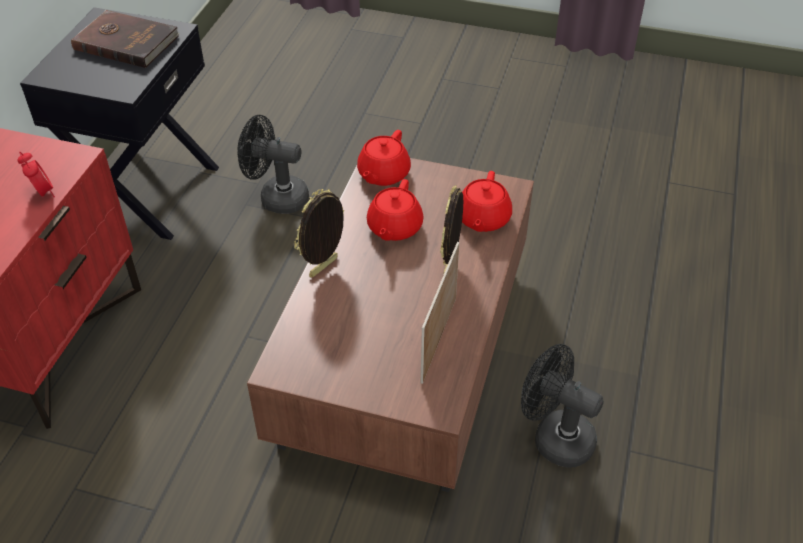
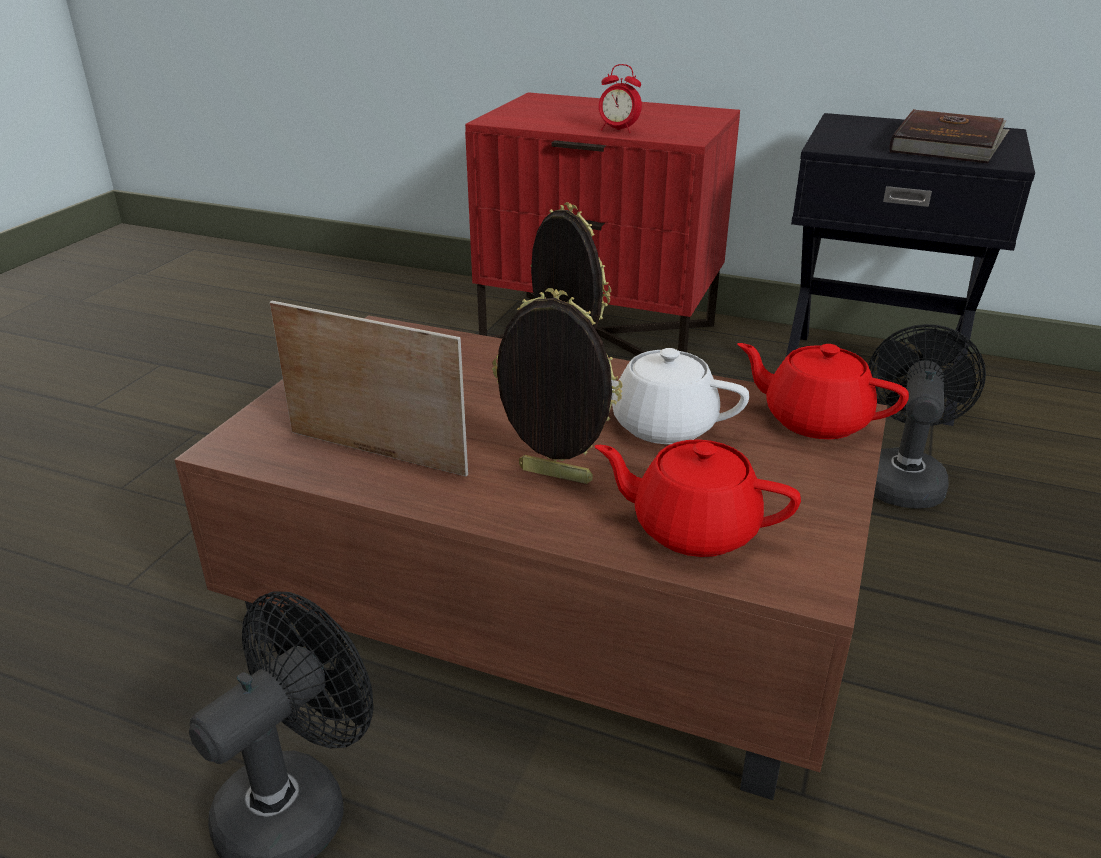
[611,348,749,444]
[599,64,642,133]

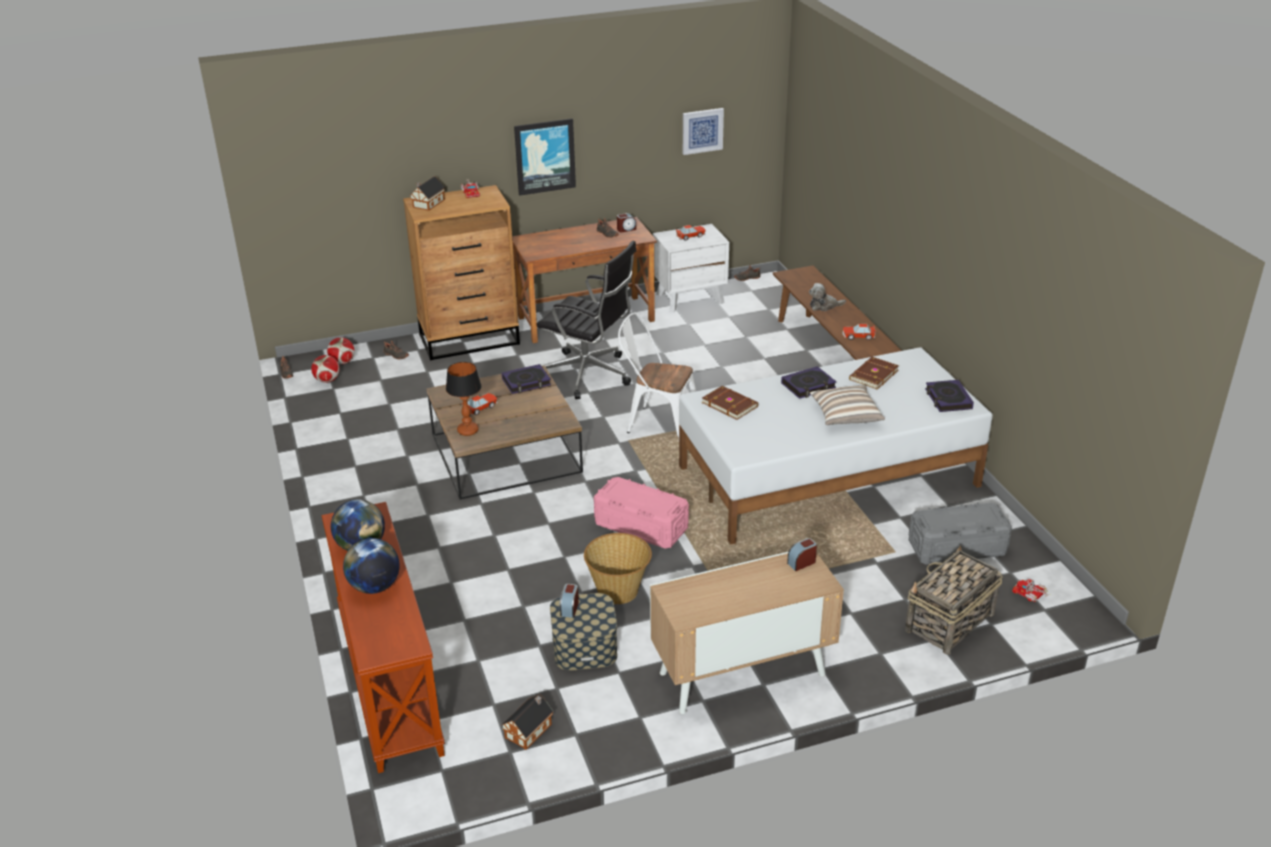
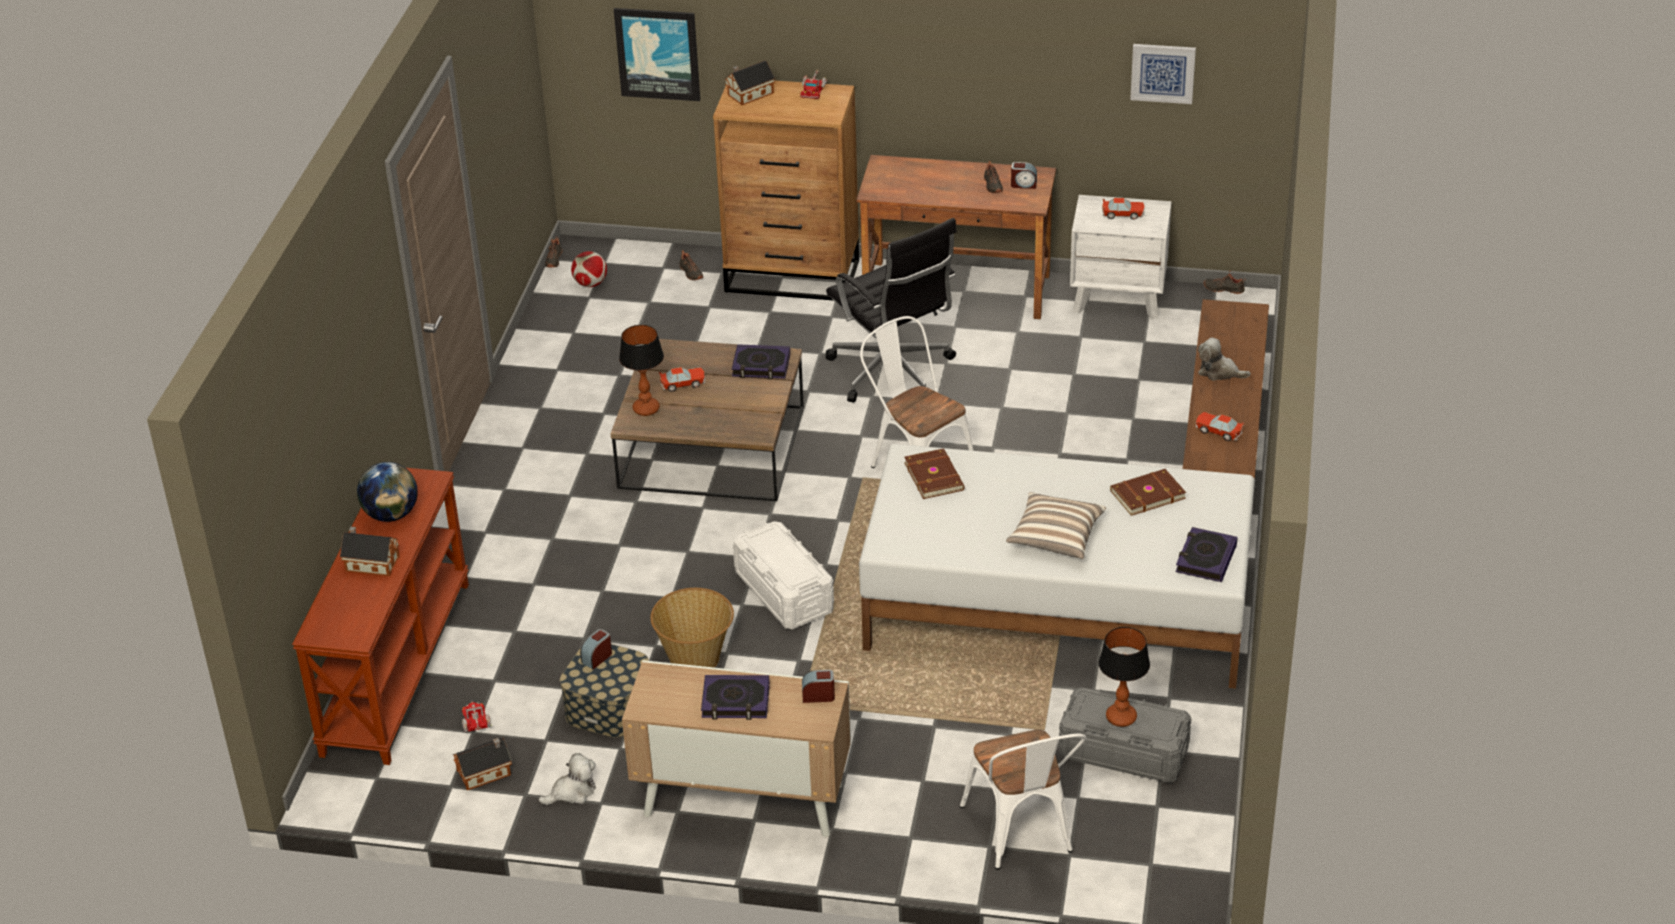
[327,338,355,364] (first image)
[538,753,596,805]
[1099,627,1150,727]
[614,8,700,101]
[701,675,770,720]
[462,701,491,732]
[340,527,400,576]
[960,729,1086,870]
[733,521,834,629]

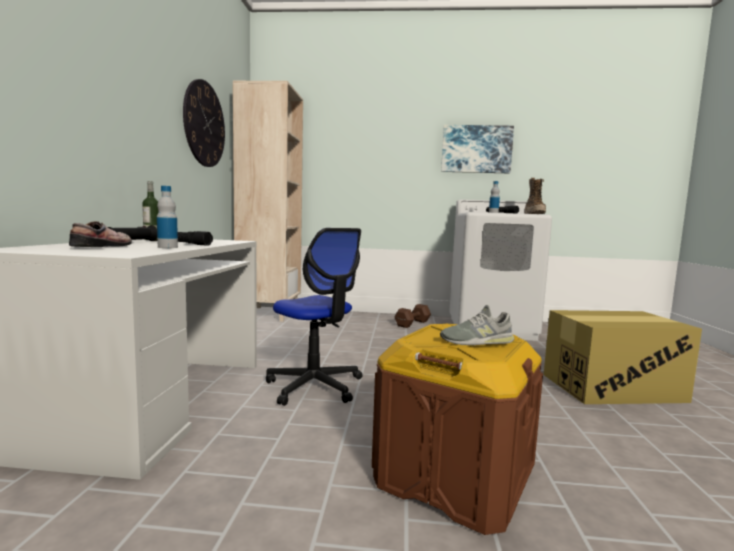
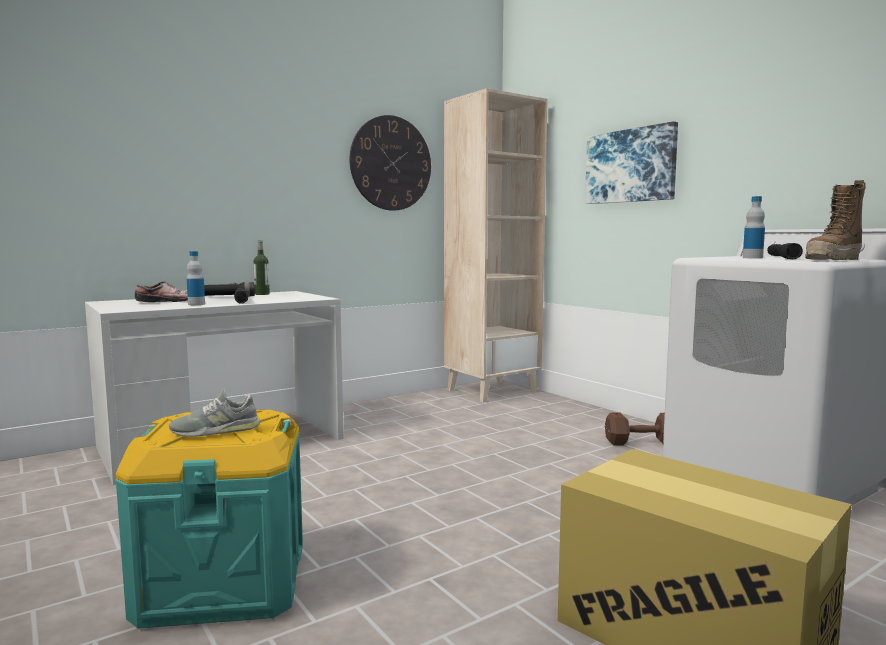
[266,228,363,406] (first image)
[585,121,678,204]
[115,410,303,629]
[169,388,261,437]

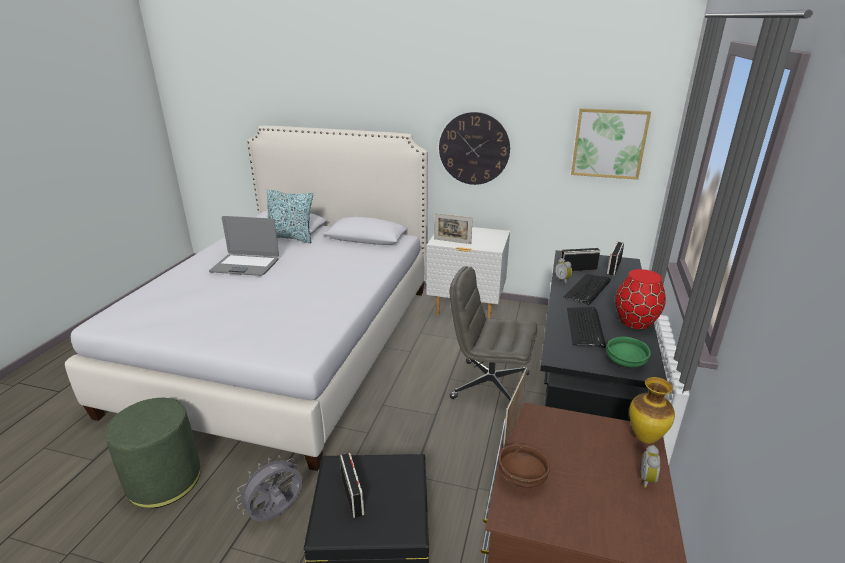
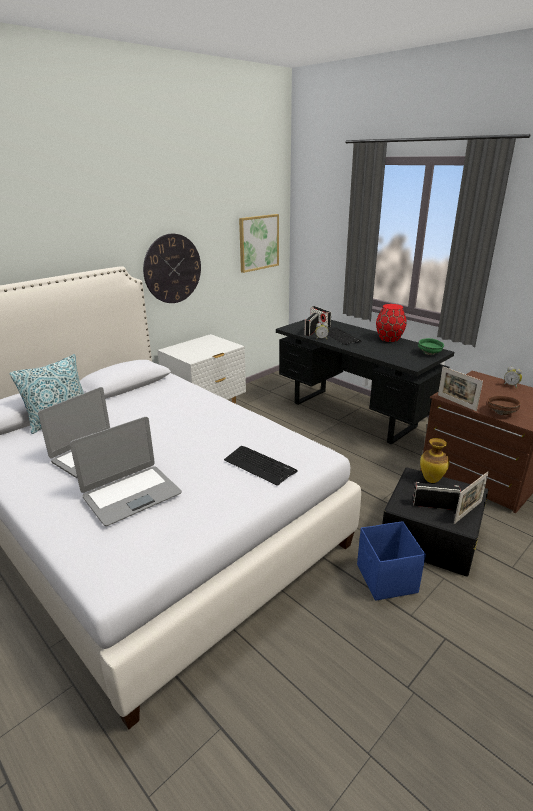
[105,398,200,508] (first image)
[450,266,537,400] (first image)
[70,417,182,526]
[454,472,489,524]
[224,446,298,486]
[420,438,449,483]
[357,521,426,601]

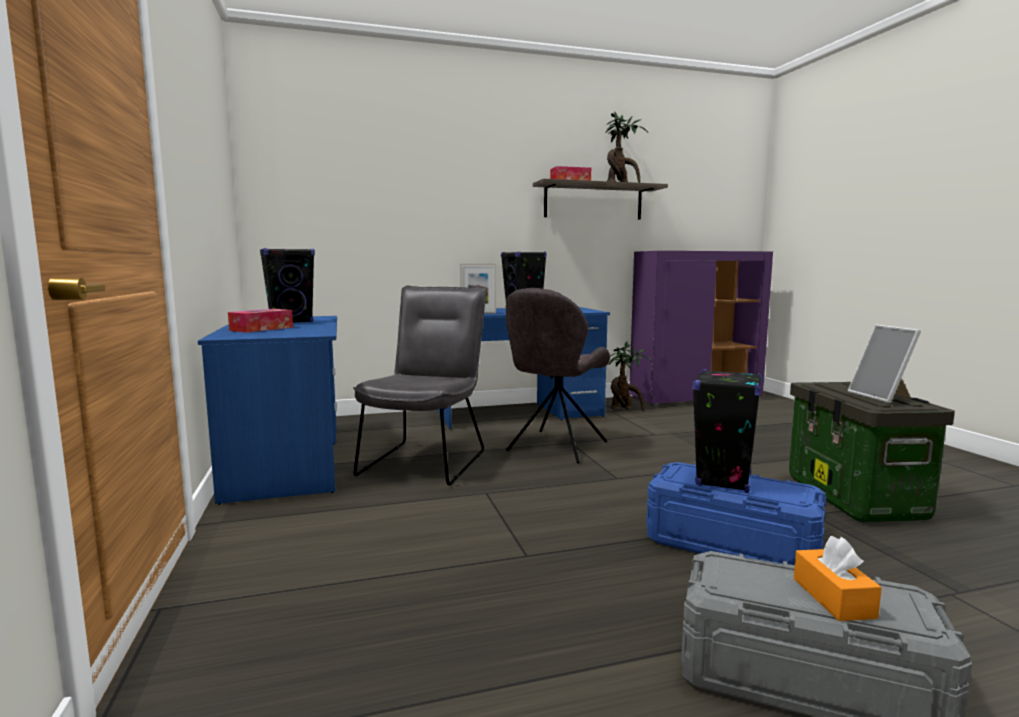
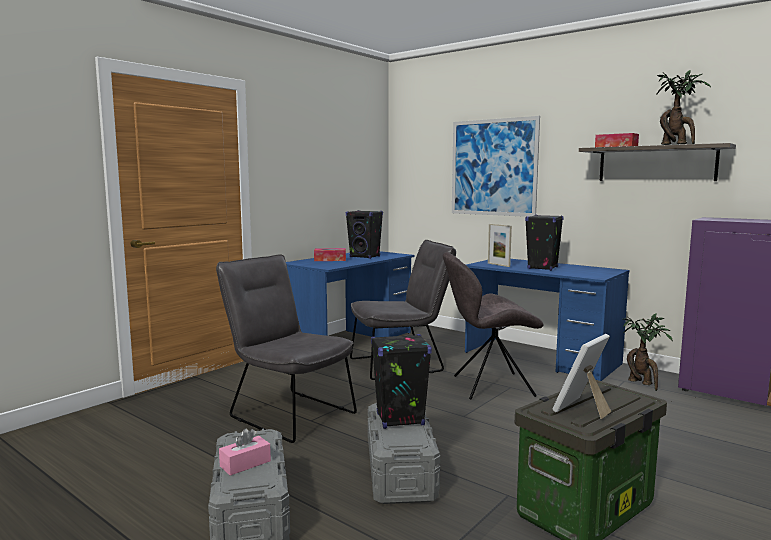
[216,254,357,443]
[452,116,540,217]
[368,403,440,504]
[219,429,271,476]

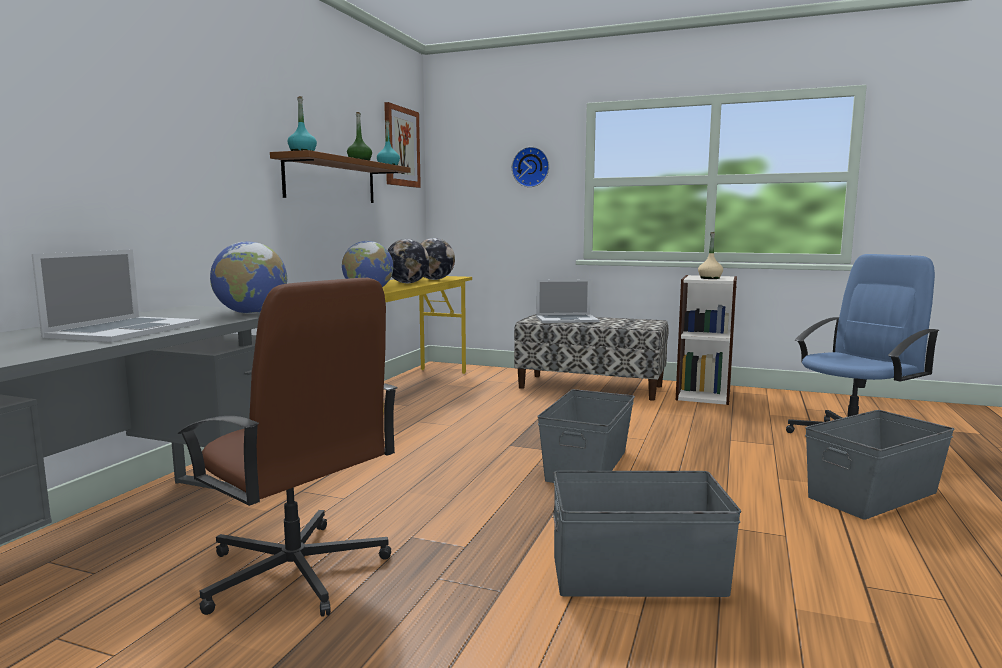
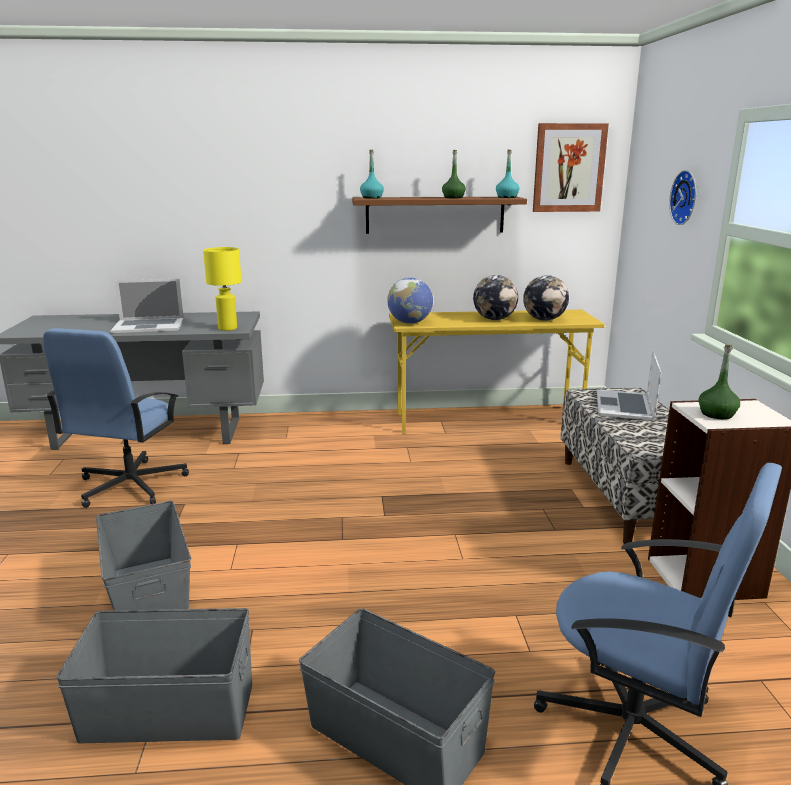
[56,608,252,743]
[203,247,242,331]
[43,328,189,508]
[699,345,740,419]
[597,351,662,420]

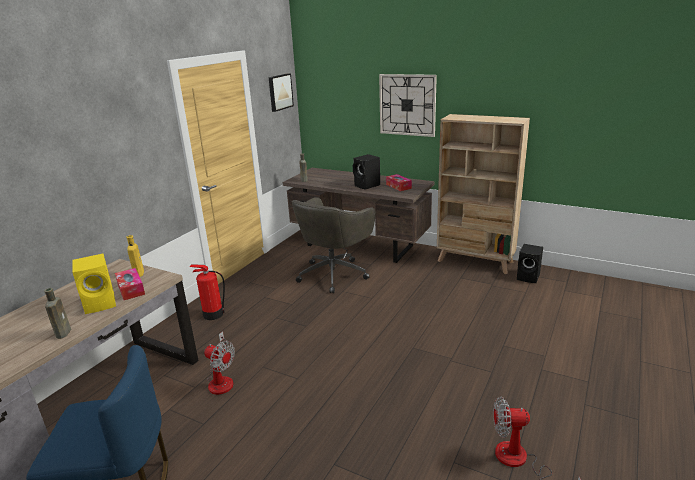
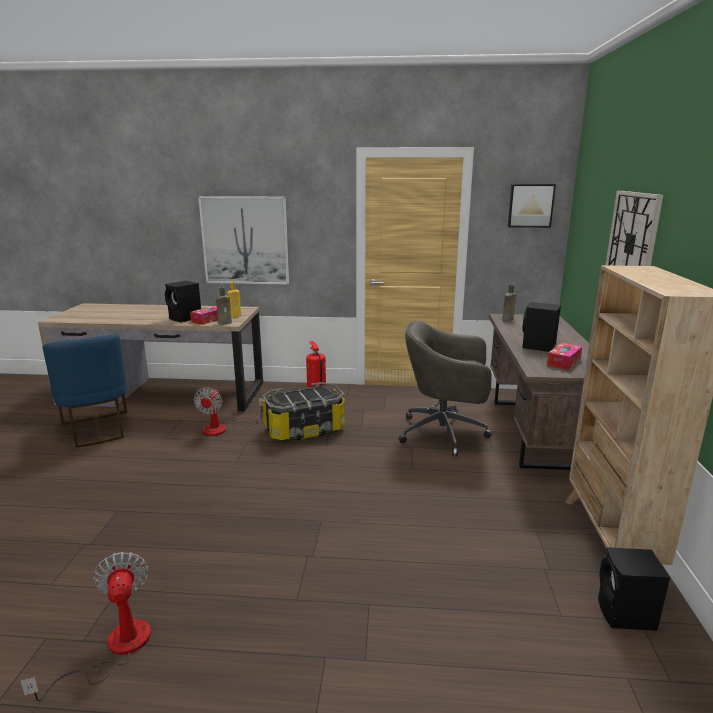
[198,196,289,284]
[263,382,345,442]
[216,287,232,325]
[165,281,201,322]

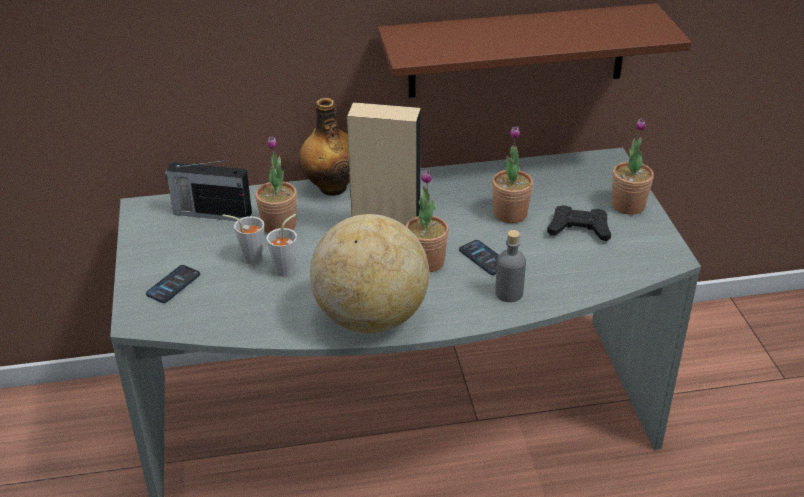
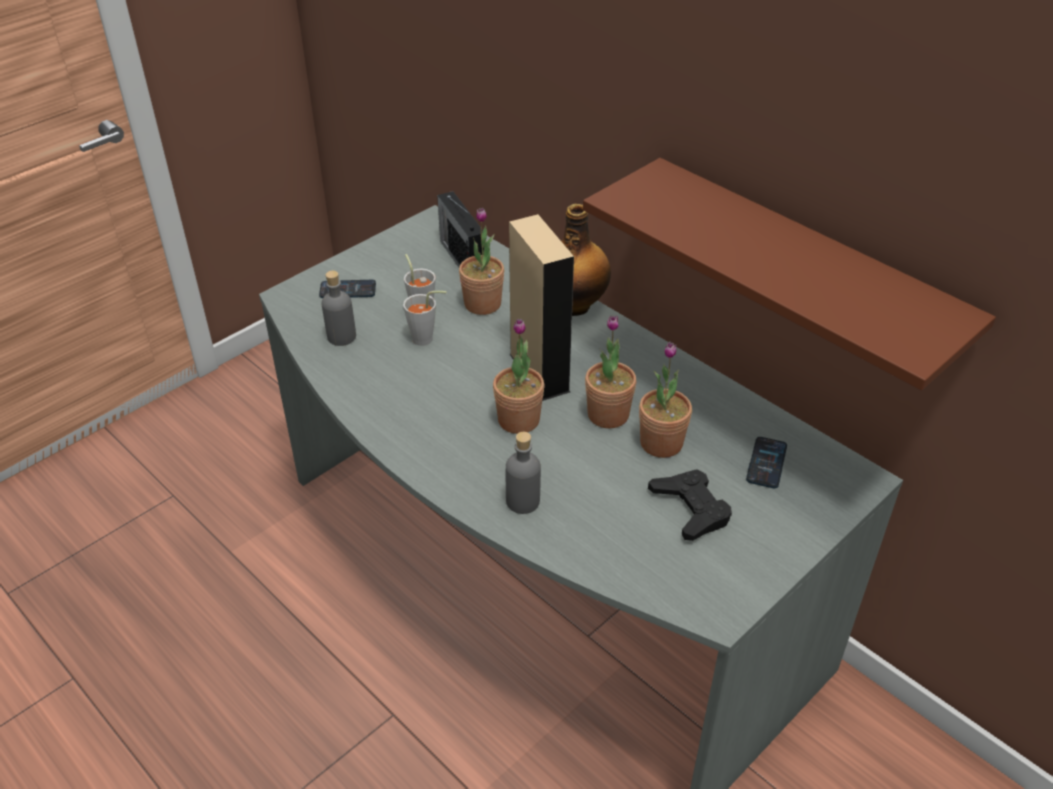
[310,214,429,333] (first image)
[321,271,356,346]
[746,437,787,488]
[585,315,637,429]

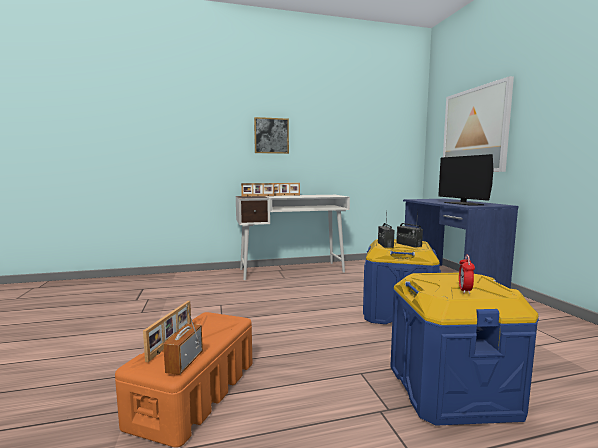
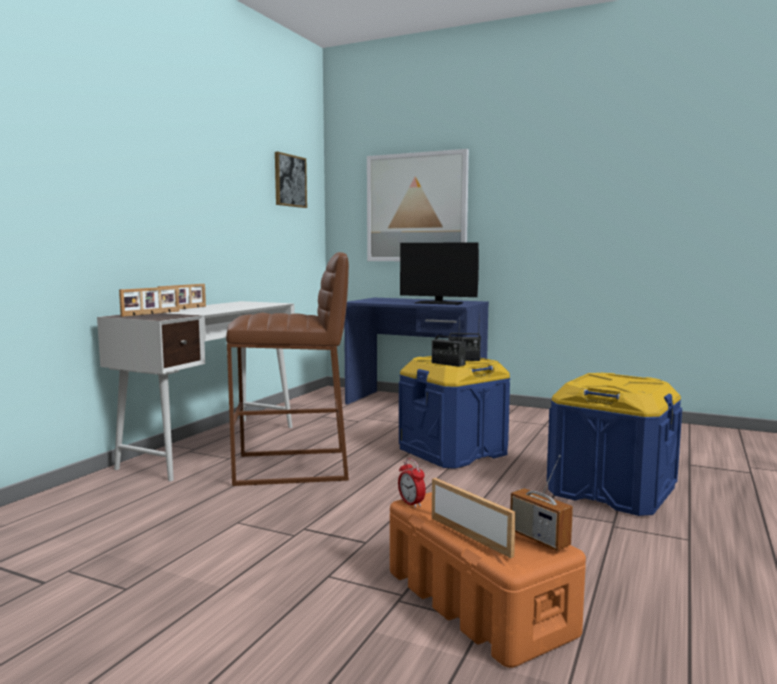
[226,252,349,486]
[275,152,307,208]
[398,458,426,508]

